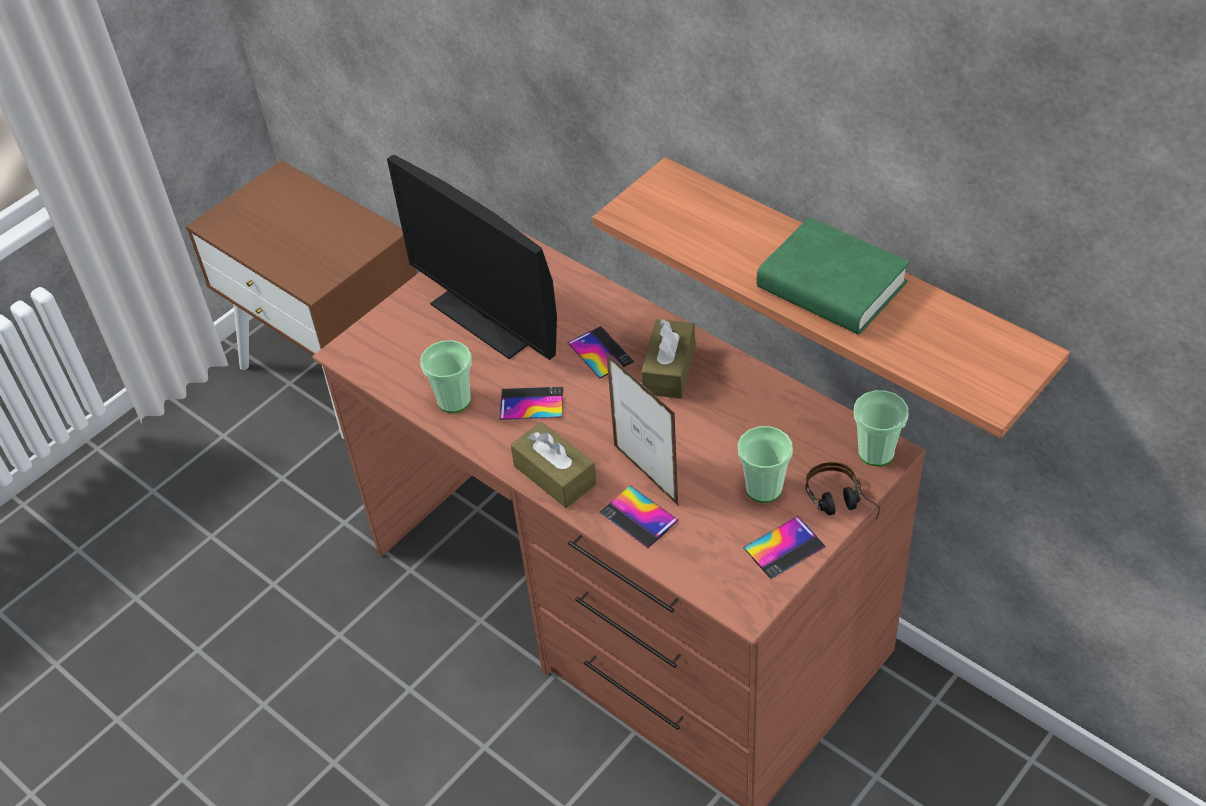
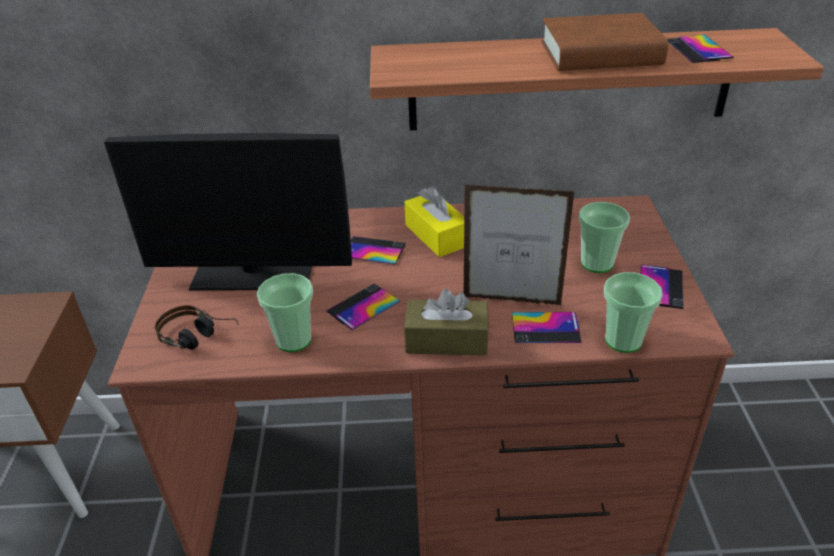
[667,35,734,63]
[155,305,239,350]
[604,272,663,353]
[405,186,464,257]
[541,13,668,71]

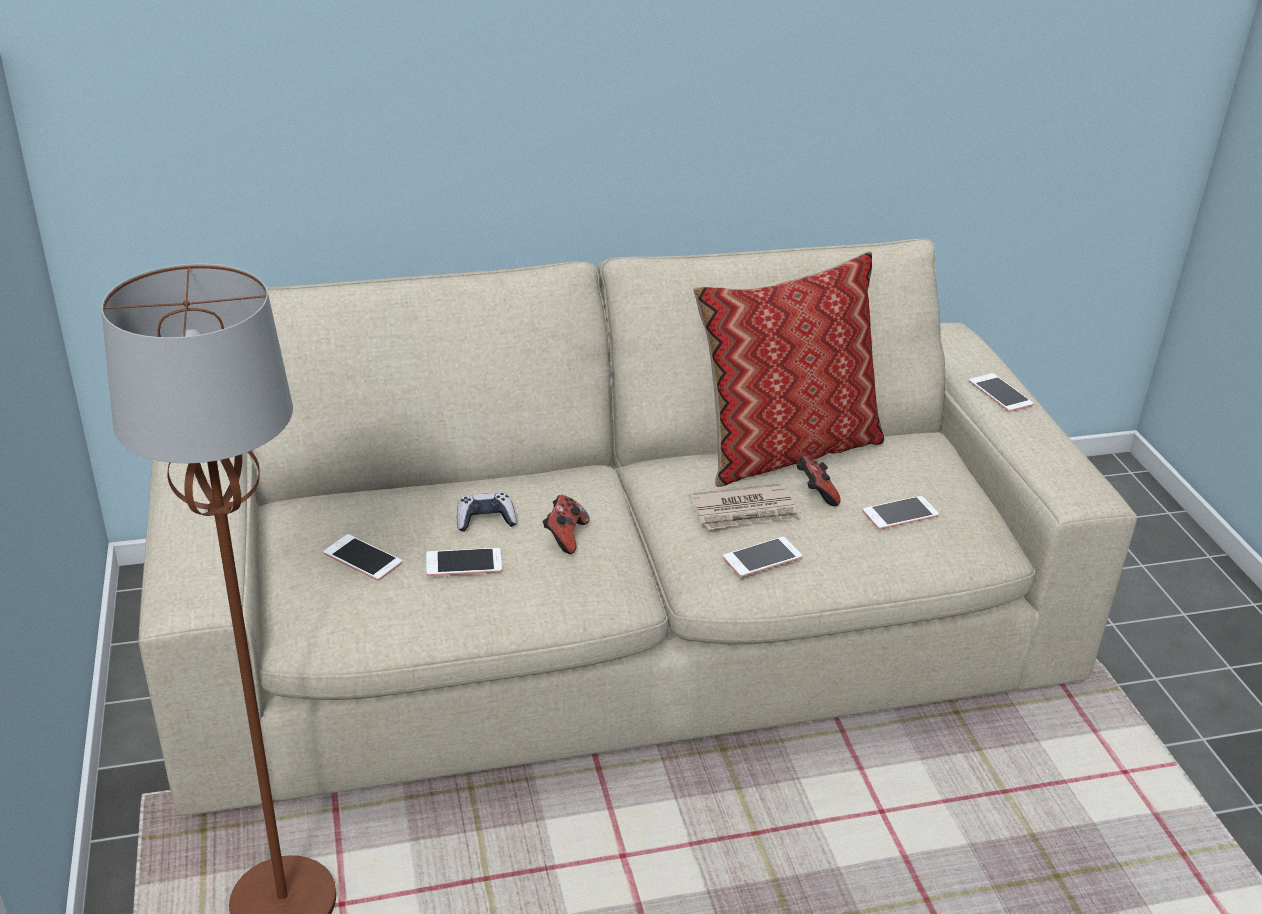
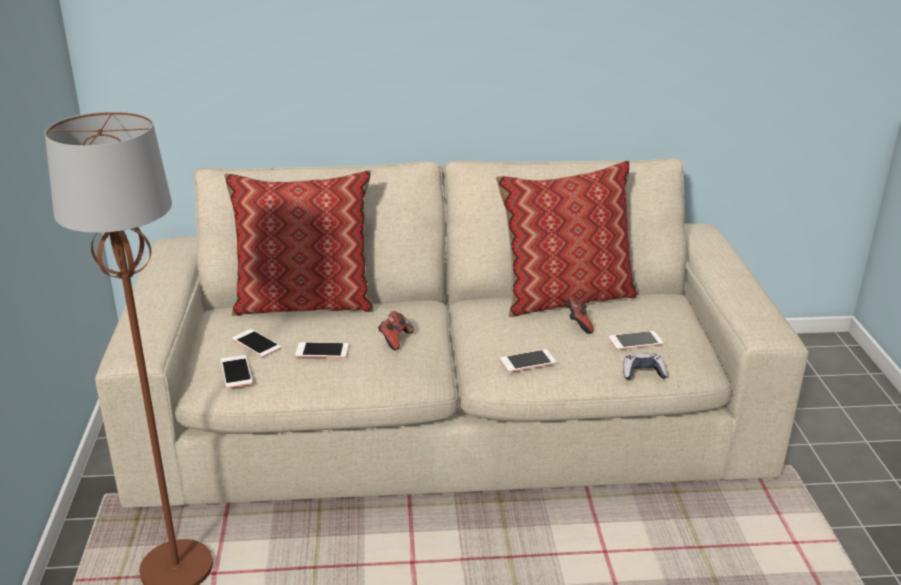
[689,483,801,530] (first image)
[224,170,373,316]
[623,354,667,380]
[221,355,253,388]

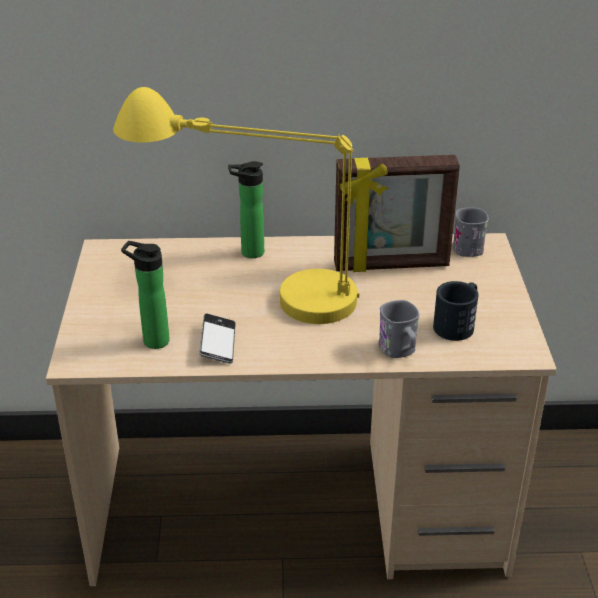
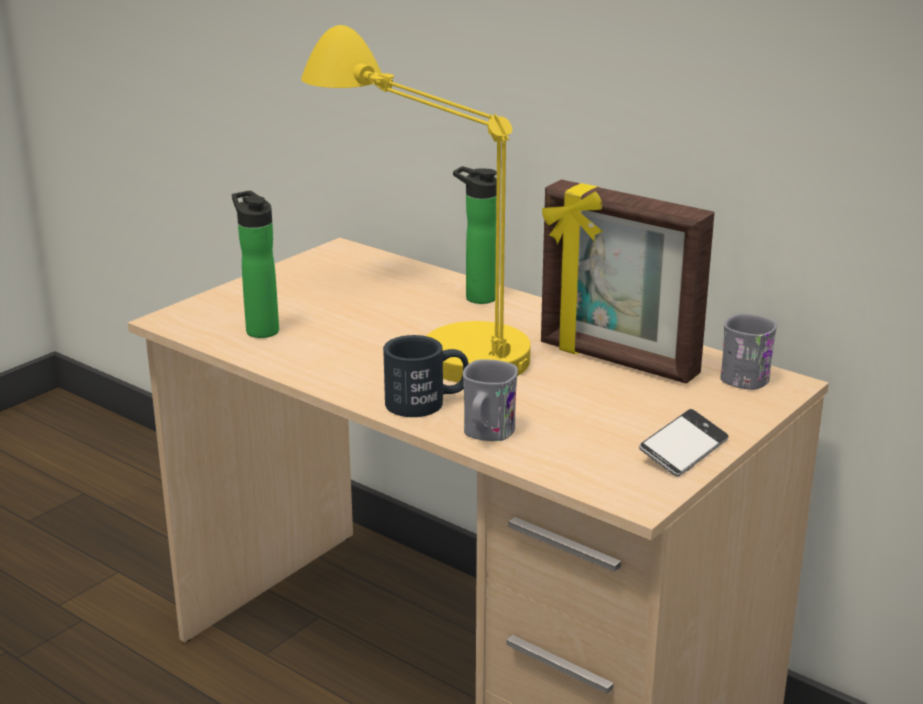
[639,409,729,476]
[383,335,469,417]

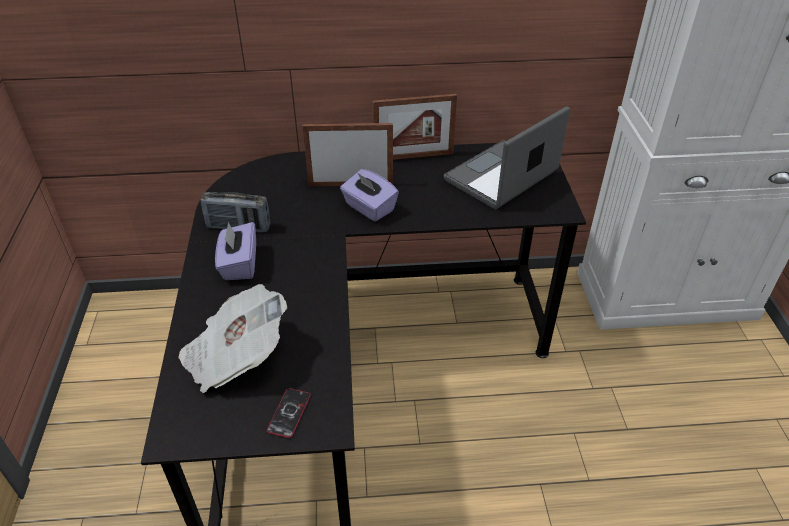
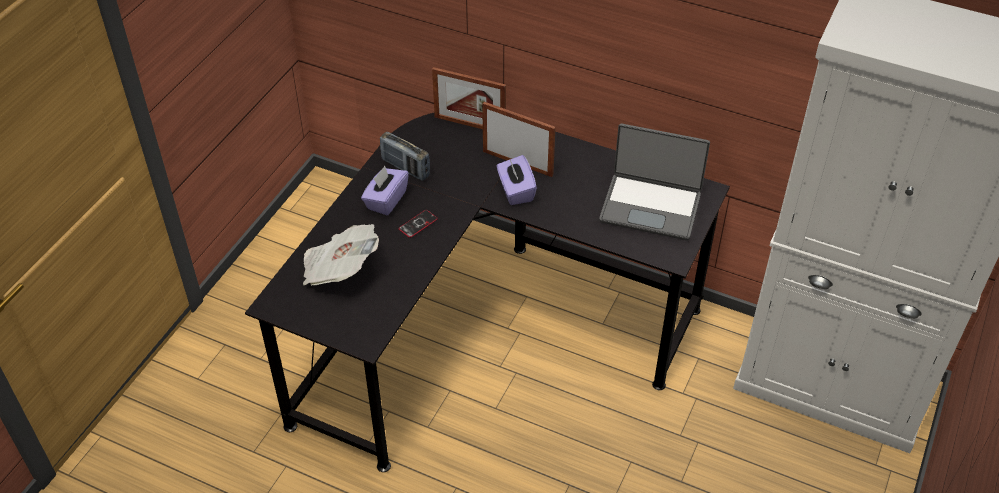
[398,210,438,238]
[432,67,506,129]
[599,124,710,240]

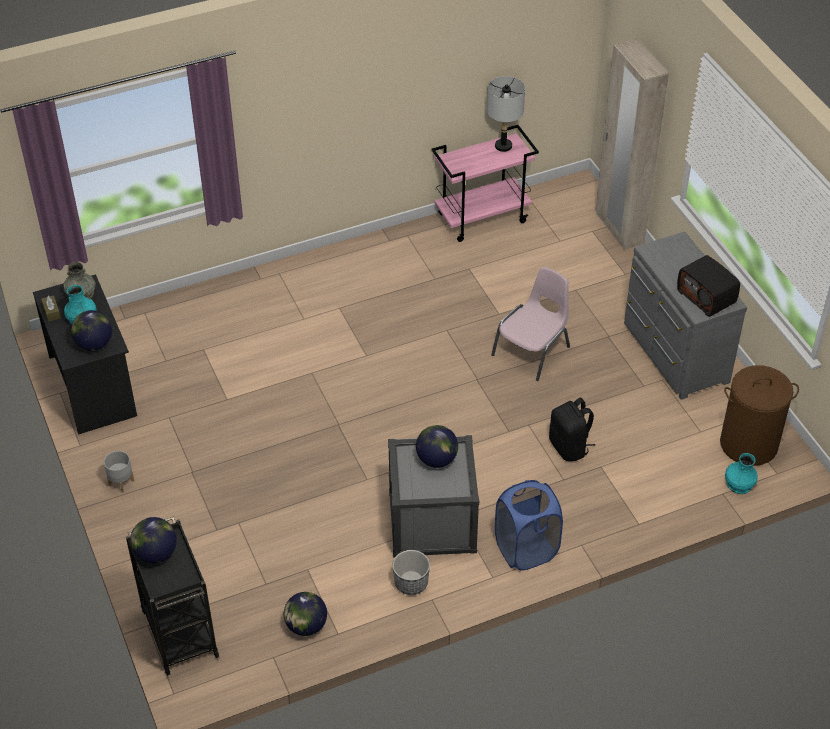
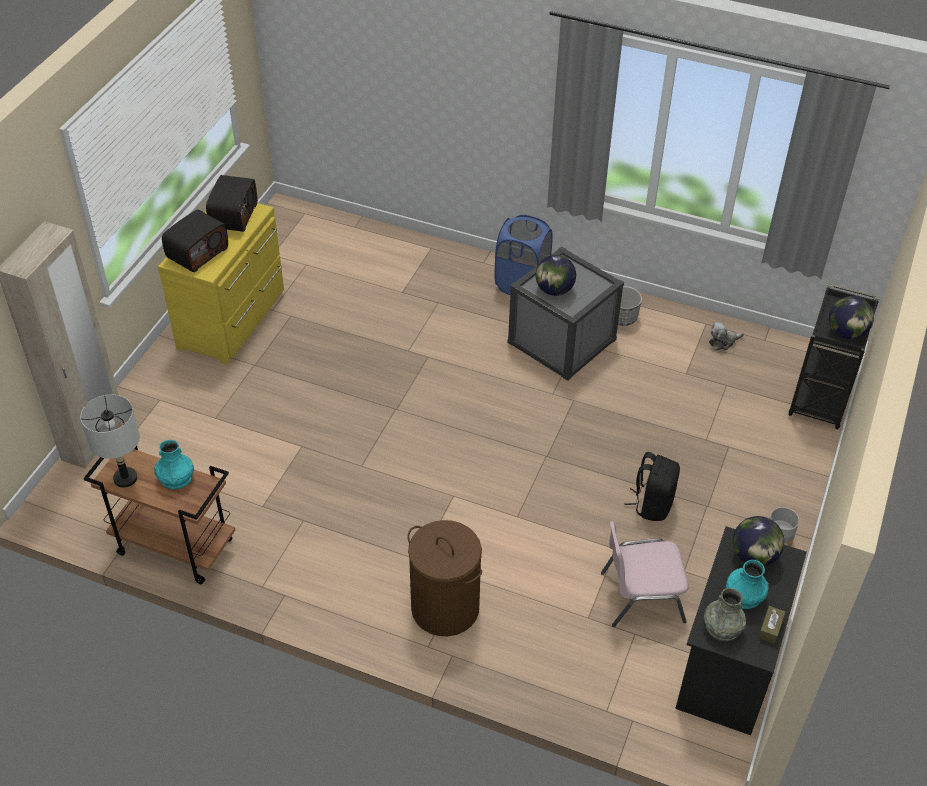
[162,210,228,272]
[601,521,689,627]
[625,452,680,521]
[407,520,482,637]
[154,440,194,490]
[709,322,744,350]
[83,446,235,584]
[158,203,284,365]

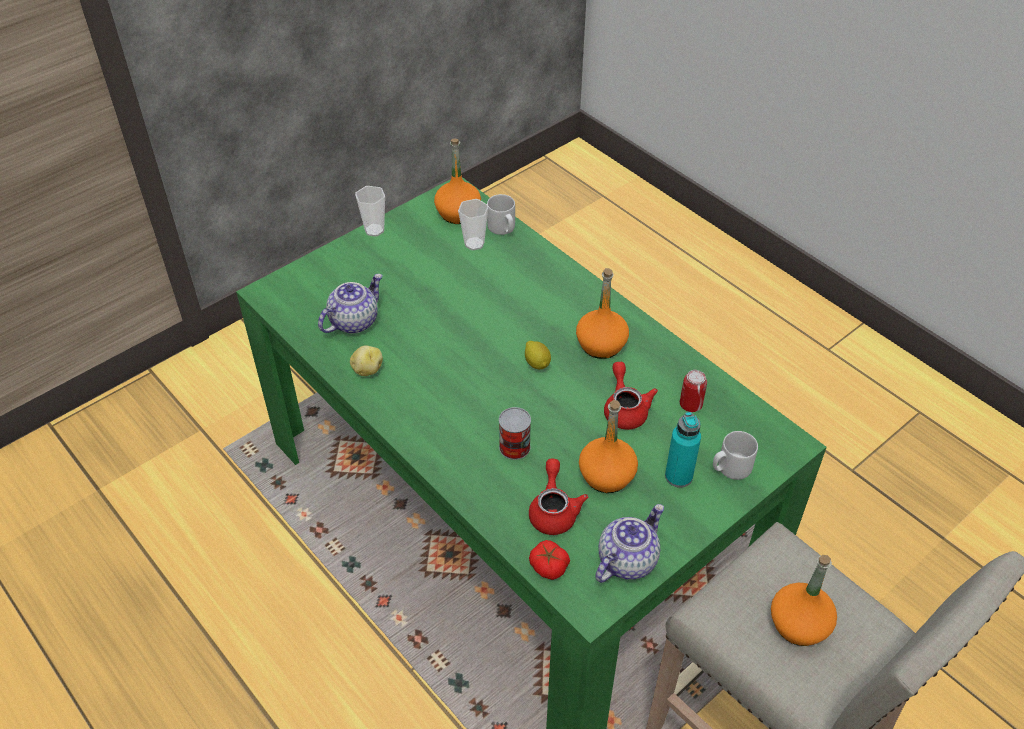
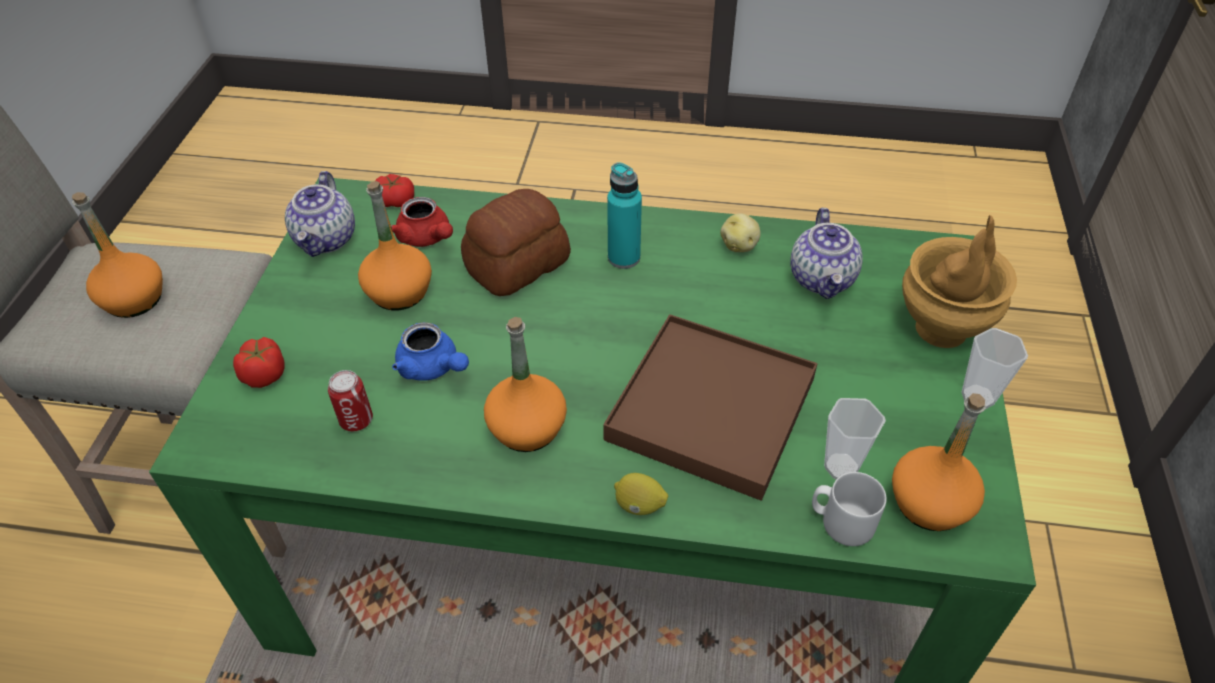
[603,314,818,501]
[902,215,1017,348]
[614,473,668,515]
[607,162,642,269]
[461,189,571,296]
[233,337,285,388]
[392,322,469,381]

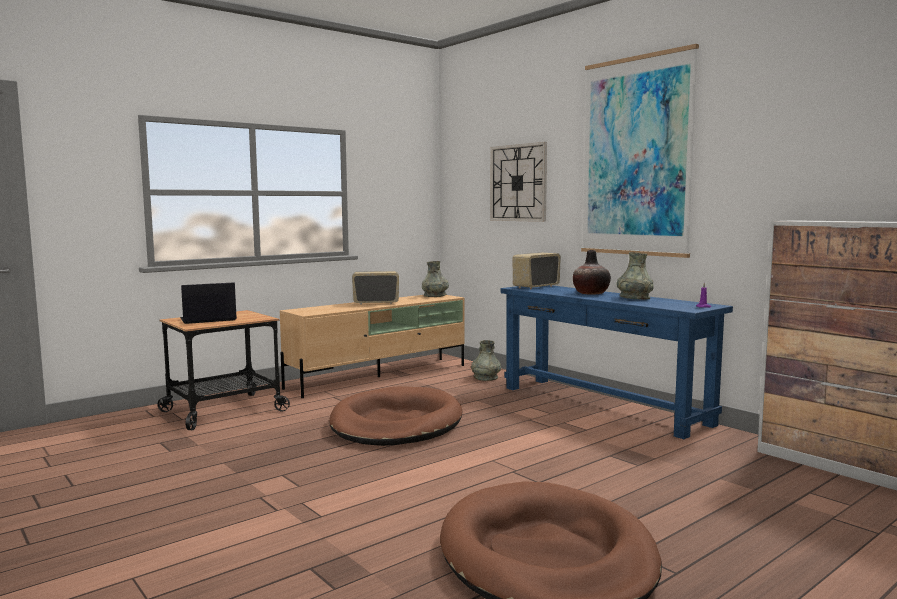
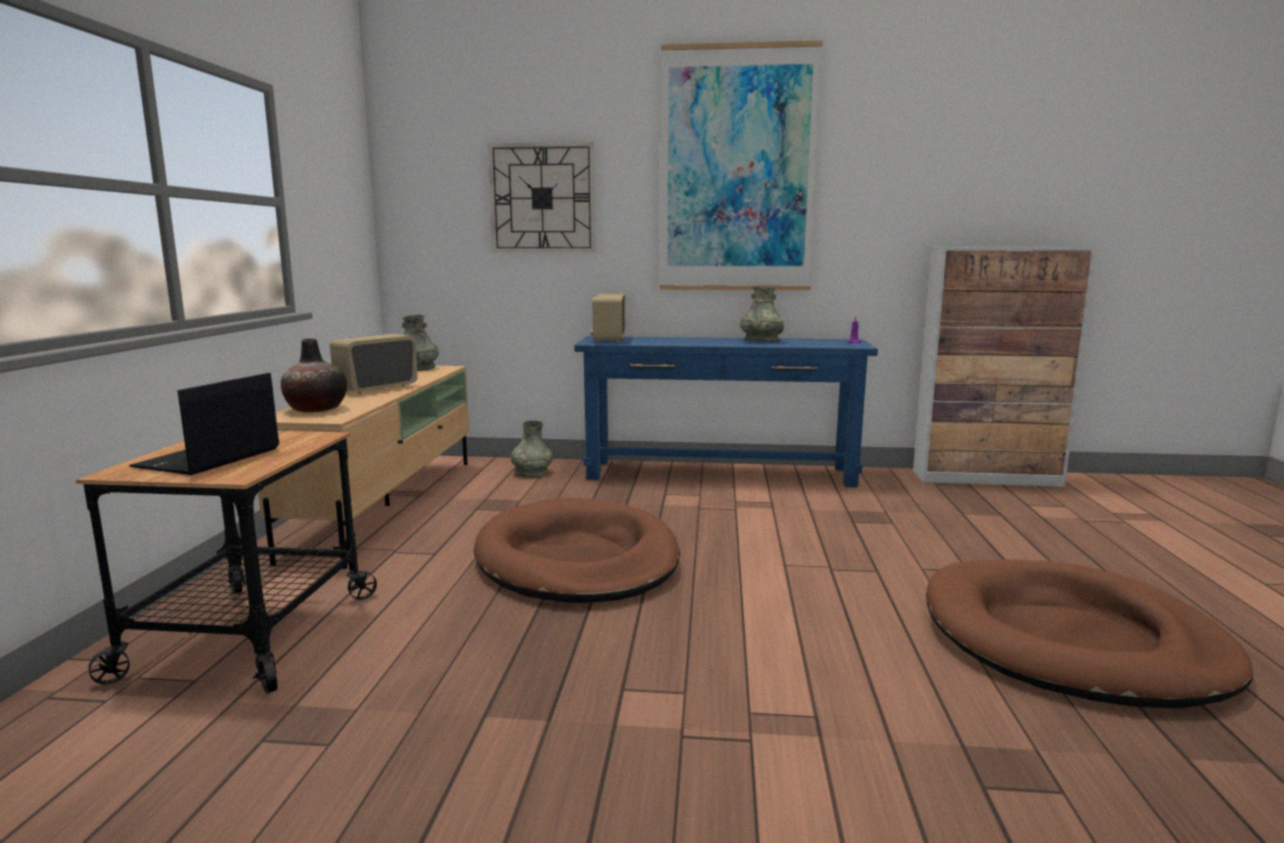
[281,338,347,413]

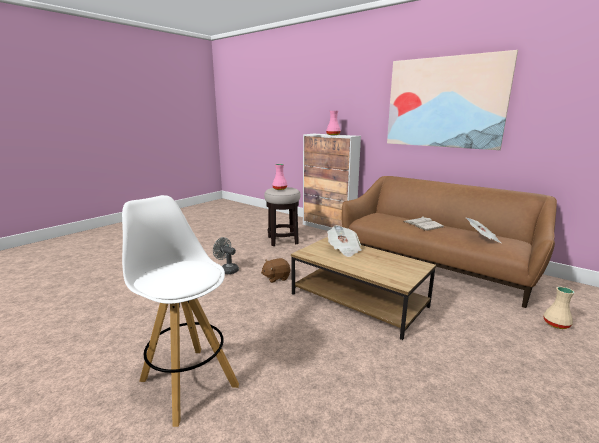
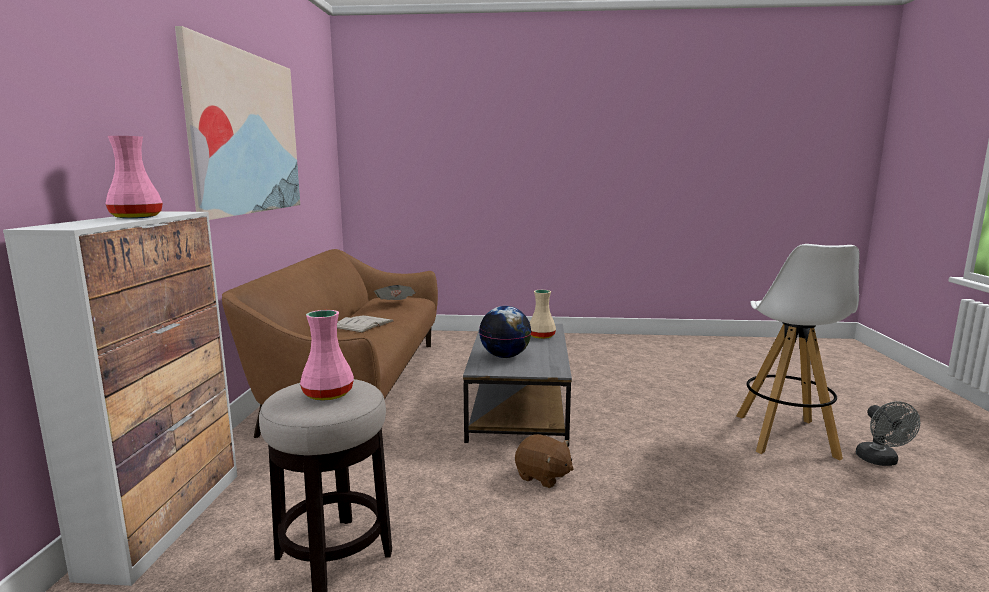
[856,401,920,466]
[530,290,556,339]
[479,306,531,358]
[463,324,572,446]

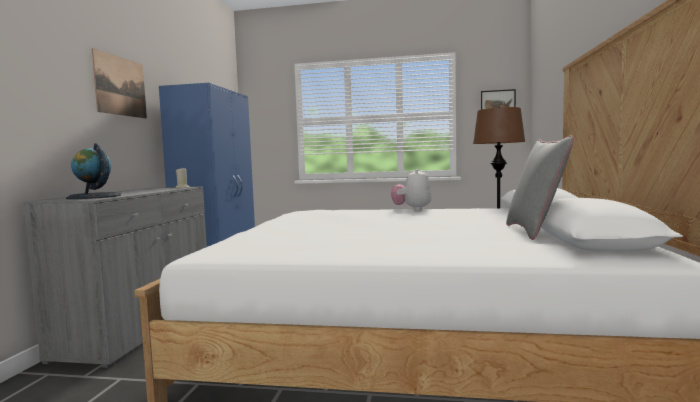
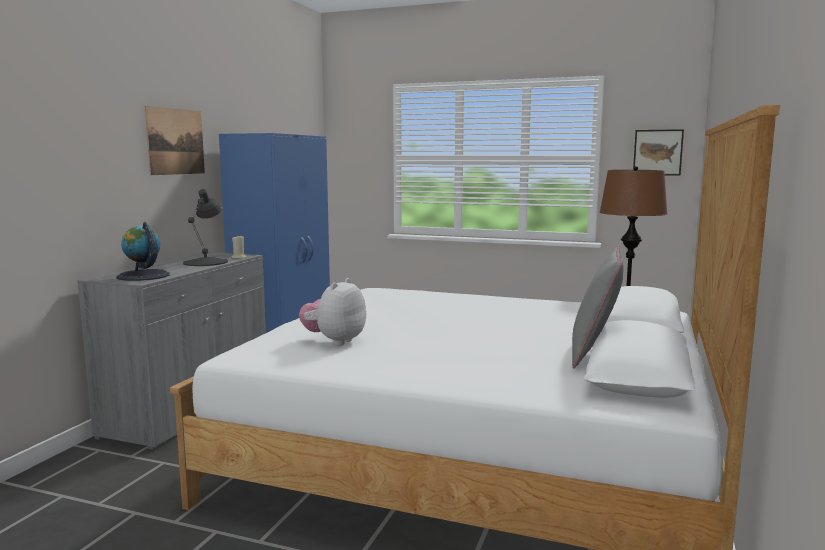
[183,189,228,266]
[299,278,366,346]

